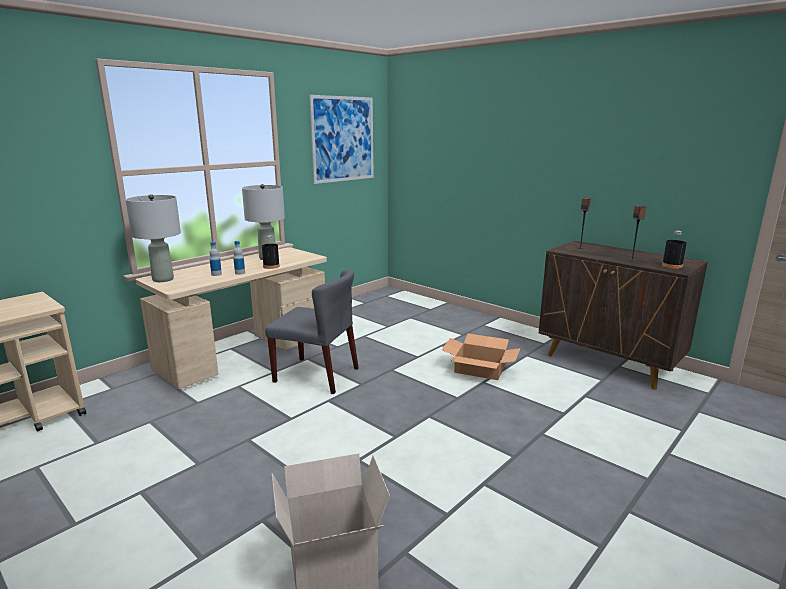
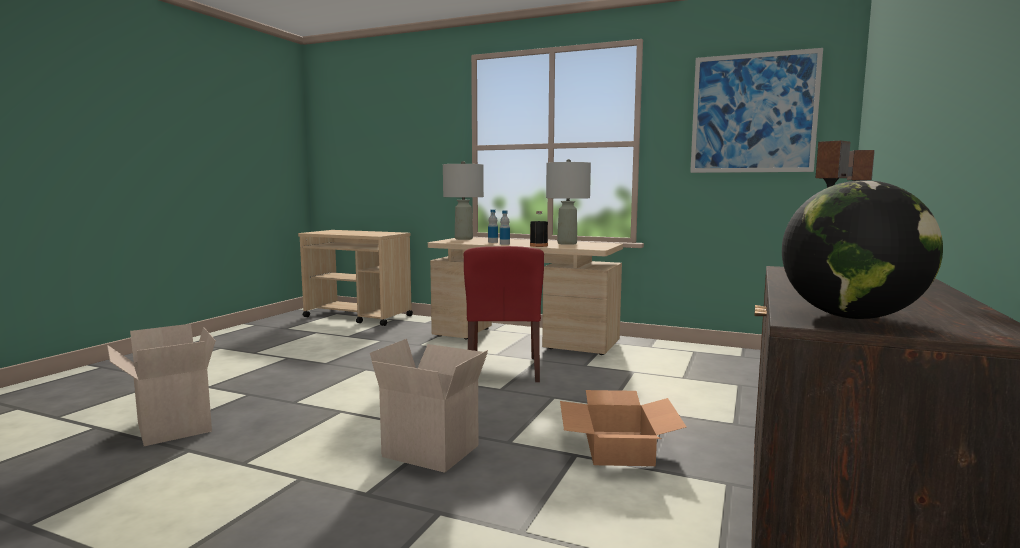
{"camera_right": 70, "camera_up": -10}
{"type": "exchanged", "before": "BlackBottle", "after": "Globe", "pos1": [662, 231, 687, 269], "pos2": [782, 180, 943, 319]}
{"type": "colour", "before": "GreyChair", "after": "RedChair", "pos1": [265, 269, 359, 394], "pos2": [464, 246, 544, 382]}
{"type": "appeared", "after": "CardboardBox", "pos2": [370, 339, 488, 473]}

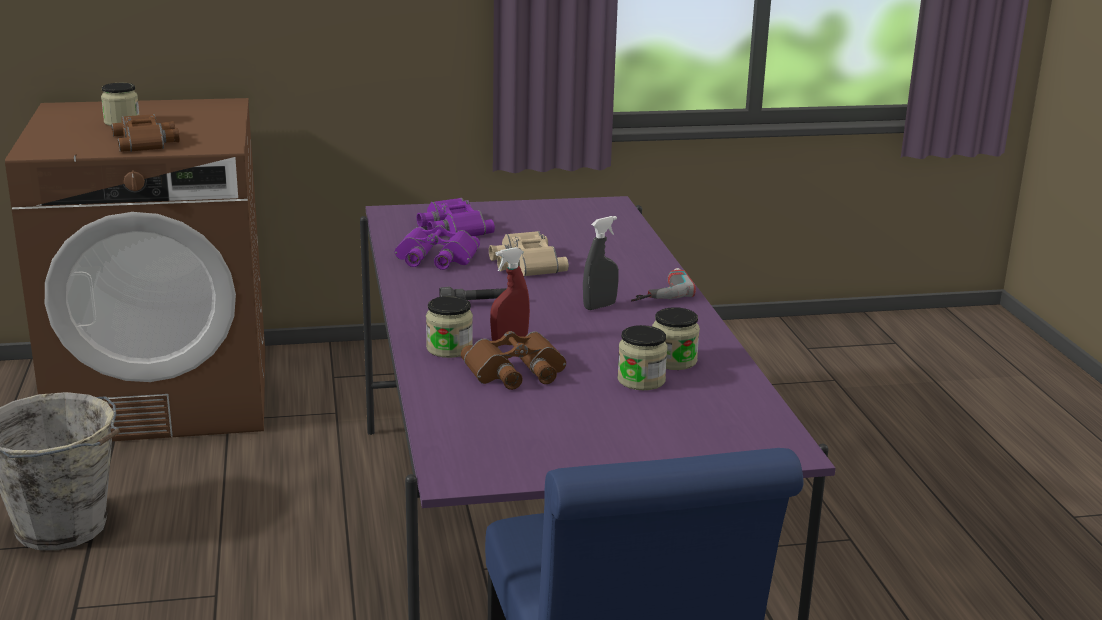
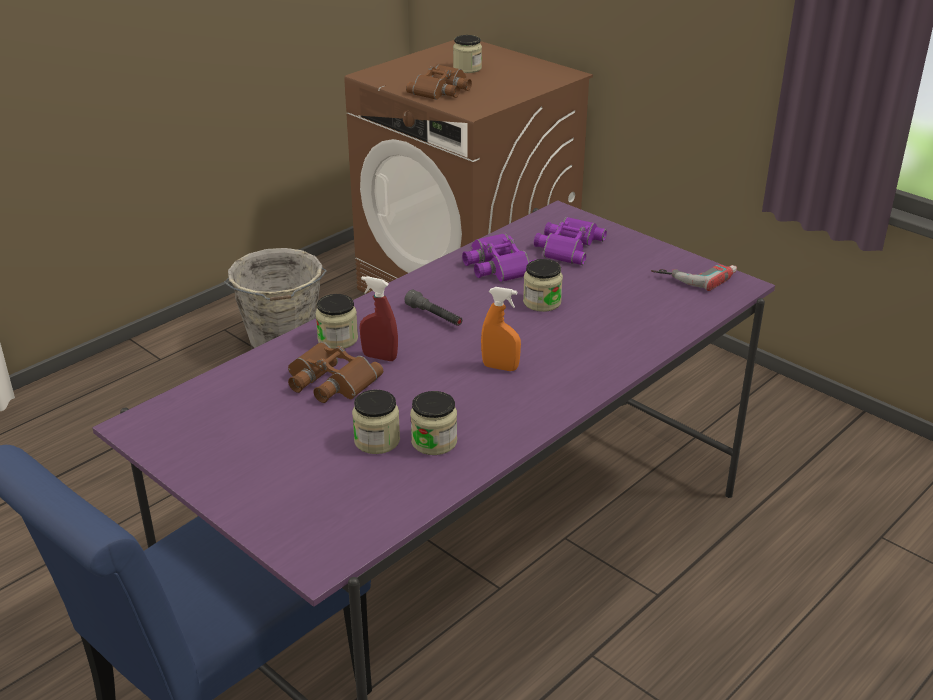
{"camera_right": 55, "camera_up": 10}
{"type": "colour", "before": "GreySprayBottle", "after": "OrangeSprayBottle", "pos1": [583, 216, 619, 310], "pos2": [481, 287, 521, 371]}
{"type": "exchanged", "before": "BeigeBinoculars", "after": "Jar", "pos1": [489, 231, 569, 276], "pos2": [523, 259, 563, 312]}
{"type": "relocated", "before": "PowerDrill", "pos1": [631, 268, 696, 301], "pos2": [651, 264, 737, 291]}

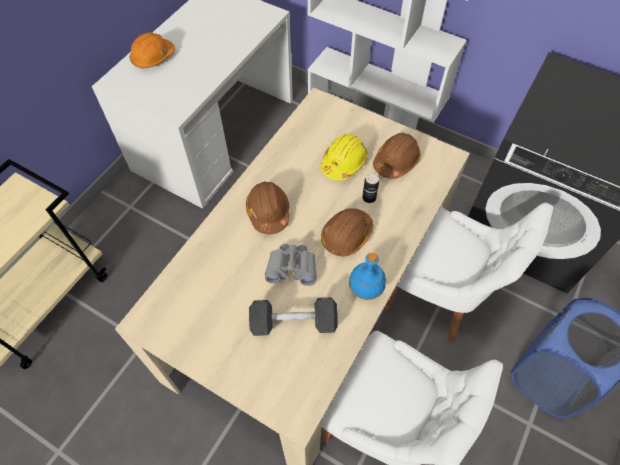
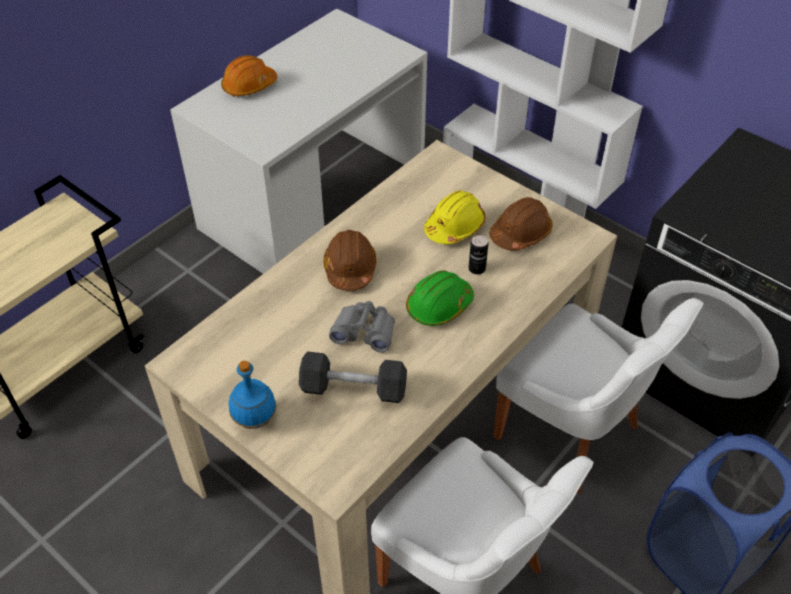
{"camera_right": 10, "camera_up": -10}
{"type": "colour", "before": "BrownHardHat", "after": "GreenHardHat", "pos1": [321, 208, 373, 256], "pos2": [406, 270, 474, 326]}
{"type": "relocated", "before": "BlueBottle", "pos1": [349, 253, 386, 300], "pos2": [229, 361, 276, 429]}

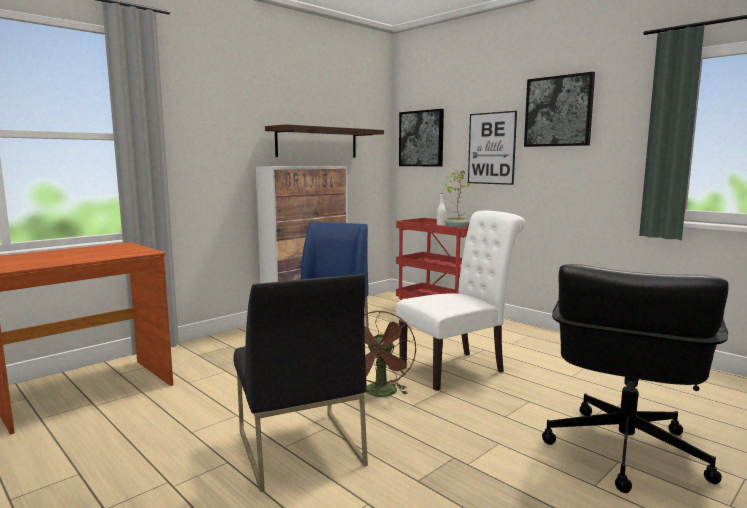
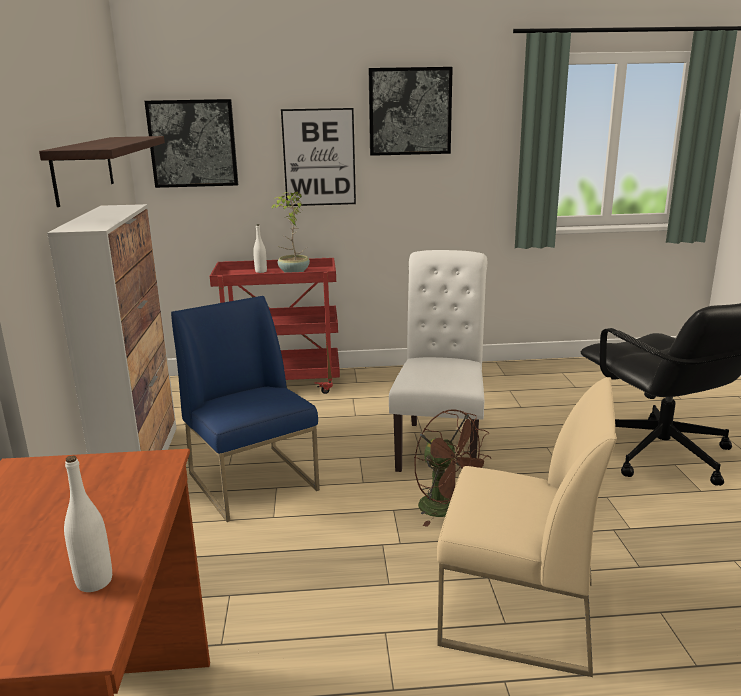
{"camera_right": -50, "camera_up": 10}
{"type": "colour", "before": "BlackChair", "after": "BeigeChair", "pos1": [233, 274, 368, 492], "pos2": [437, 377, 617, 677]}
{"type": "appeared", "after": "WhiteBottle", "pos2": [64, 456, 112, 592]}

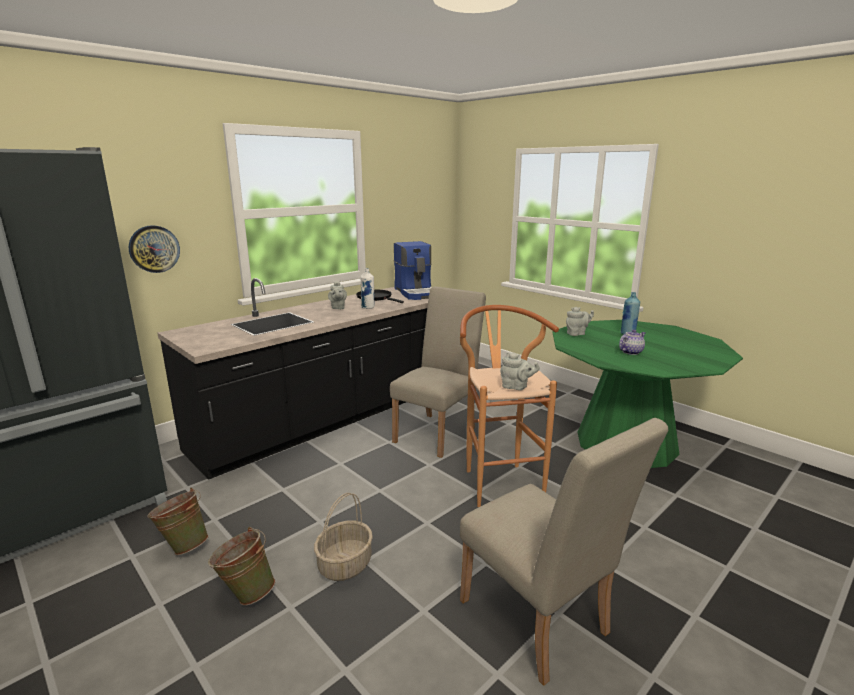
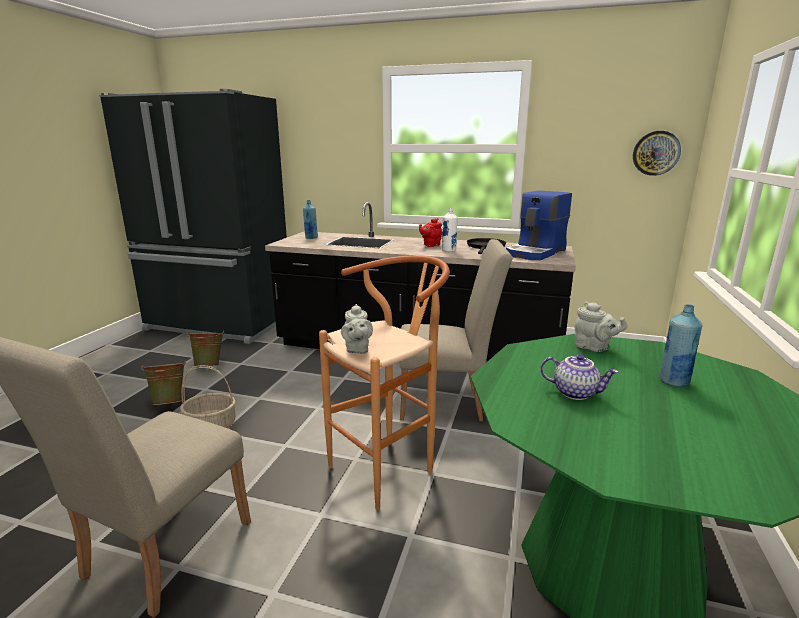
{"camera_right": 60, "camera_up": 0}
{"type": "relocated", "before": "WallClock", "pos1": [129, 225, 180, 273], "pos2": [633, 131, 681, 176]}
{"type": "colour", "before": "GreyTeapot", "after": "RedTeapot", "pos1": [328, 281, 347, 309], "pos2": [419, 218, 442, 247]}
{"type": "appeared", "after": "BlueBottle", "pos2": [303, 200, 318, 239]}

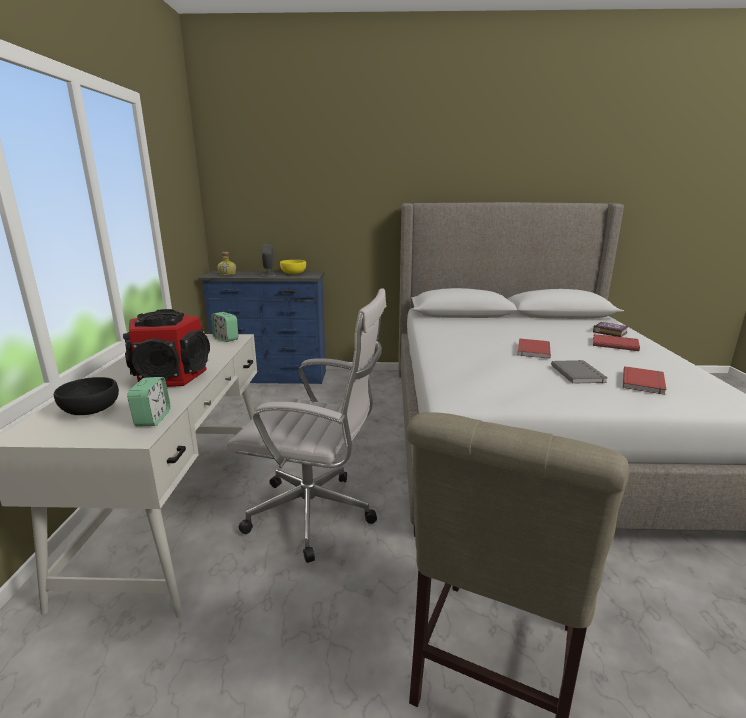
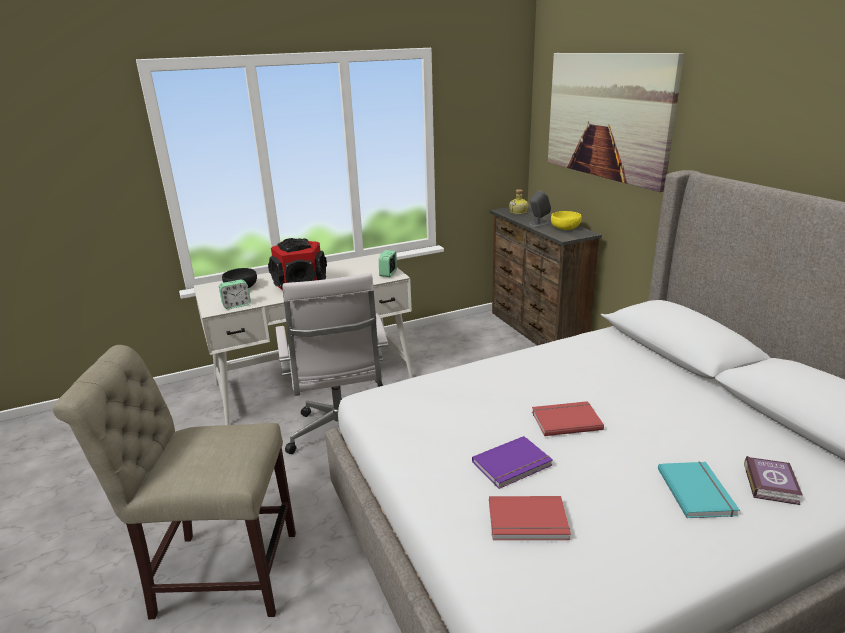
{"camera_right": 65, "camera_up": 5}
{"type": "colour", "before": "BlueDresser", "after": "BrownDresser", "pos1": [198, 271, 326, 384], "pos2": [490, 206, 602, 346]}
{"type": "colour", "before": "RedBook", "after": "TurquoiseBook", "pos1": [593, 334, 640, 351], "pos2": [658, 462, 740, 518]}
{"type": "colour", "before": "GreyBook", "after": "PurpleBook", "pos1": [551, 360, 608, 383], "pos2": [472, 436, 553, 489]}
{"type": "appeared", "after": "Picture", "pos2": [548, 53, 684, 192]}

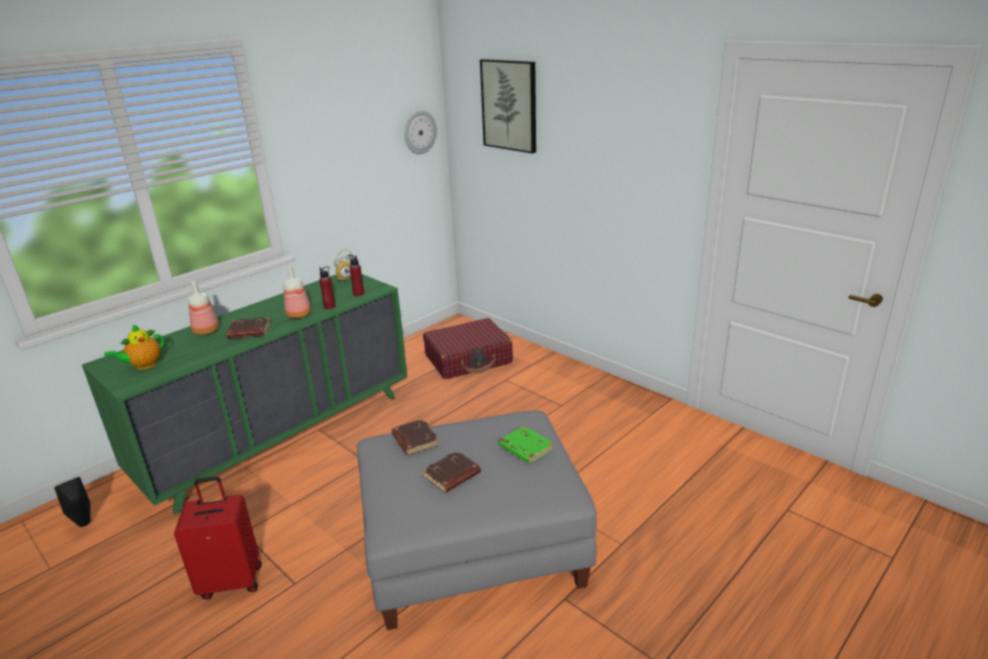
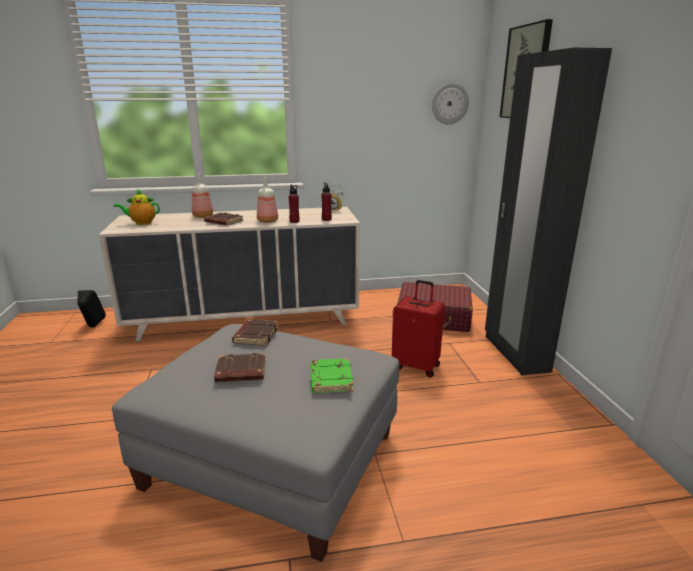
{"camera_right": 35, "camera_up": -5}
{"type": "colour", "before": "GreenDresser", "after": "BeigeDresser", "pos1": [82, 274, 408, 515], "pos2": [99, 207, 360, 341]}
{"type": "relocated", "before": "RedSuitcase", "pos1": [174, 476, 262, 599], "pos2": [392, 280, 445, 378]}
{"type": "appeared", "after": "BlackWardrobe", "pos2": [485, 48, 612, 375]}

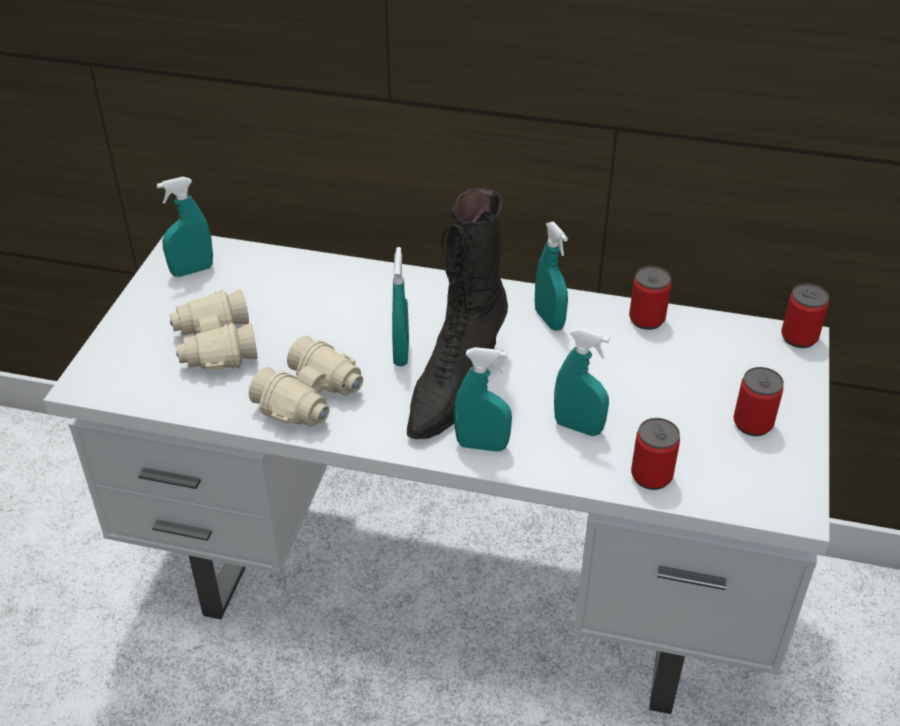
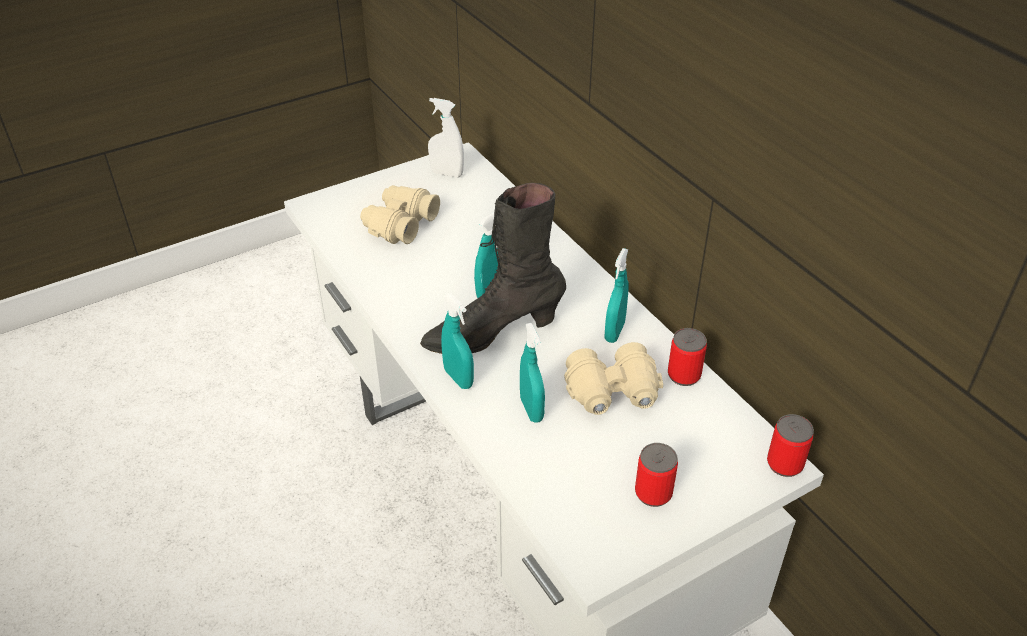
{"camera_right": 45, "camera_up": 0}
{"type": "colour", "before": "TurquoiseSprayBottle", "after": "WhiteSprayBottle", "pos1": [157, 177, 213, 277], "pos2": [428, 98, 464, 178]}
{"type": "relocated", "before": "BeigeBinoculars", "pos1": [249, 336, 363, 427], "pos2": [564, 342, 663, 415]}
{"type": "missing", "before": "Can", "pos1": [631, 418, 680, 490]}

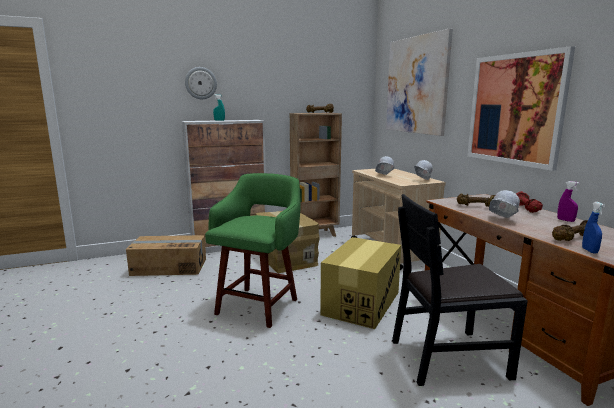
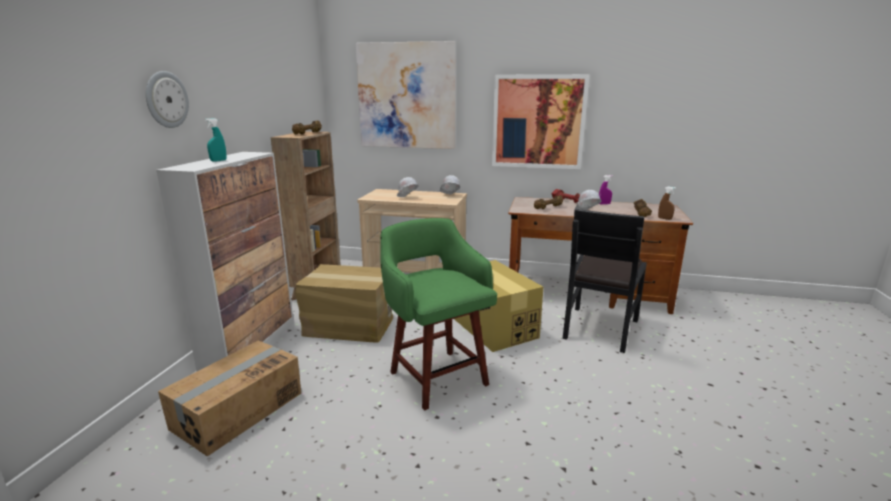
{"camera_right": -55, "camera_up": 5}
{"type": "colour", "before": "BlueSprayBottle", "after": "BrownSprayBottle", "pos1": [582, 202, 605, 253], "pos2": [658, 186, 676, 220]}

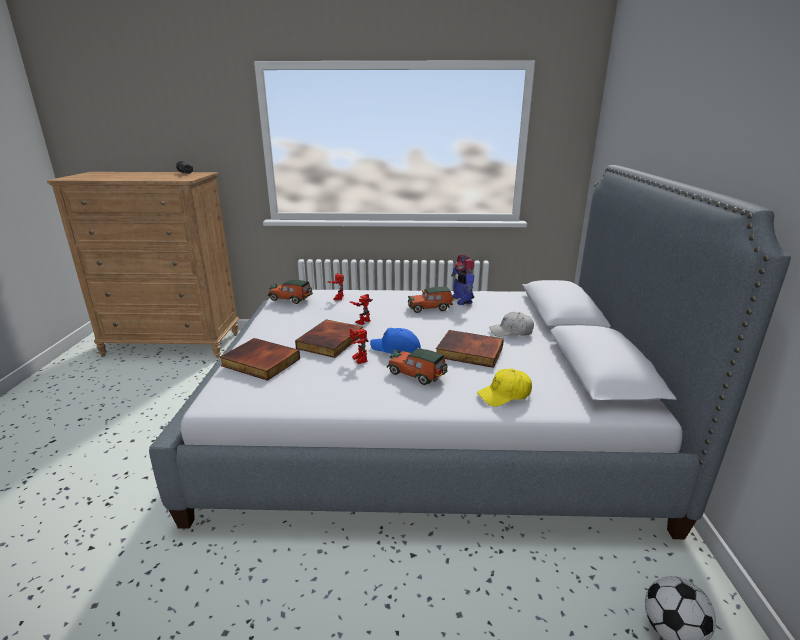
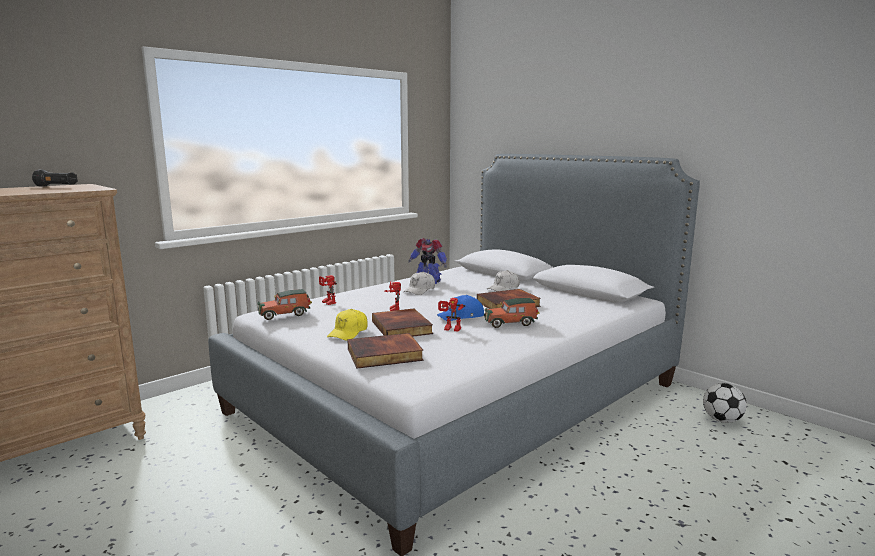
{"camera_right": -45, "camera_up": -10}
{"type": "exchanged", "before": "ToyCar", "after": "WhiteCap", "pos1": [408, 286, 454, 313], "pos2": [403, 272, 435, 295]}
{"type": "relocated", "before": "YellowCap", "pos1": [477, 369, 532, 407], "pos2": [327, 309, 368, 341]}

